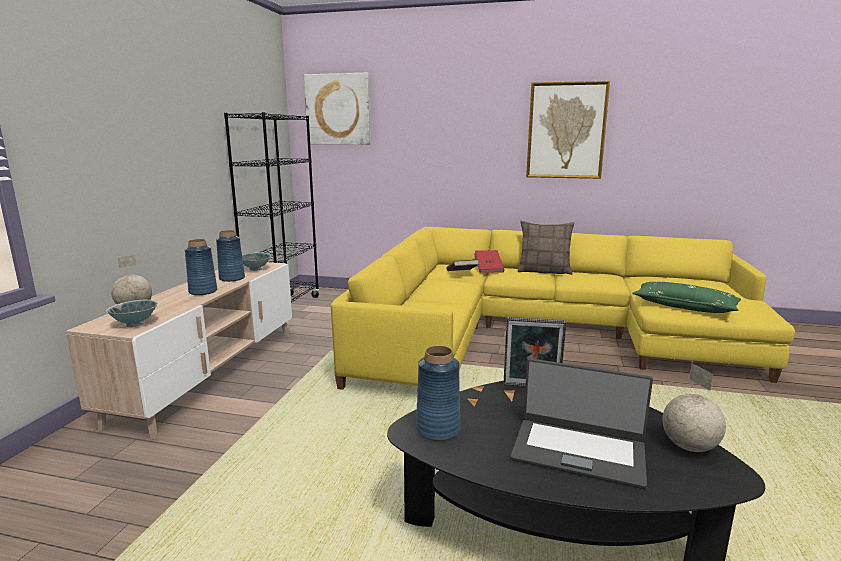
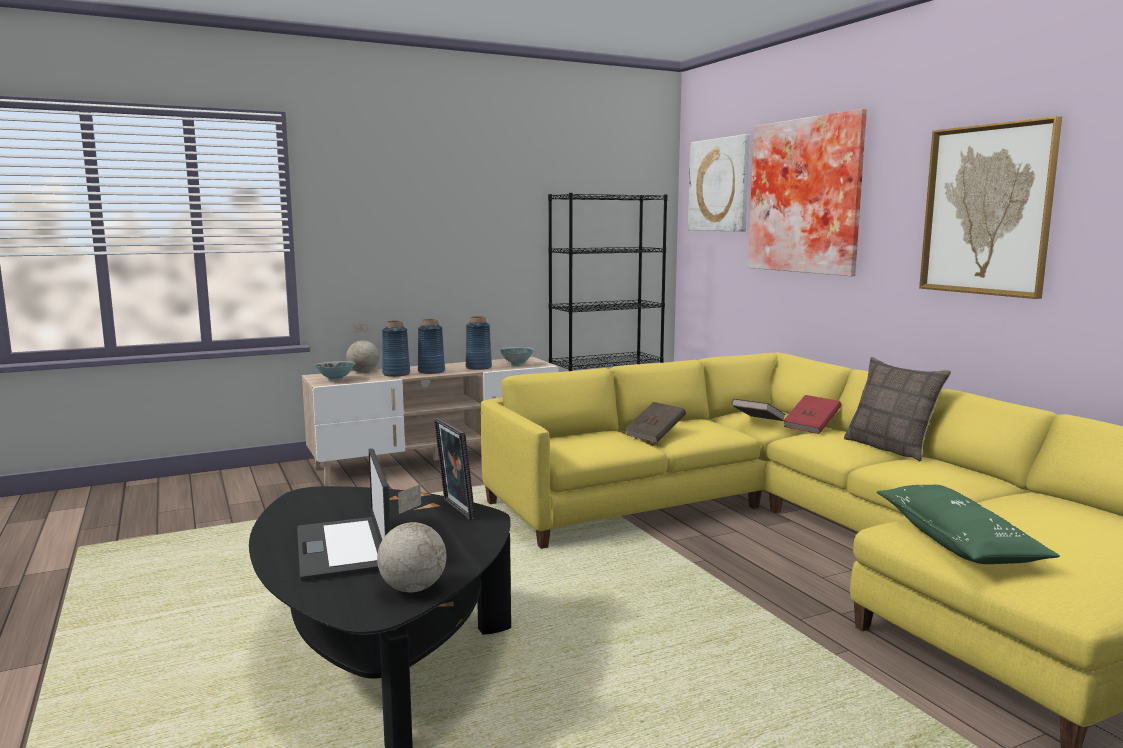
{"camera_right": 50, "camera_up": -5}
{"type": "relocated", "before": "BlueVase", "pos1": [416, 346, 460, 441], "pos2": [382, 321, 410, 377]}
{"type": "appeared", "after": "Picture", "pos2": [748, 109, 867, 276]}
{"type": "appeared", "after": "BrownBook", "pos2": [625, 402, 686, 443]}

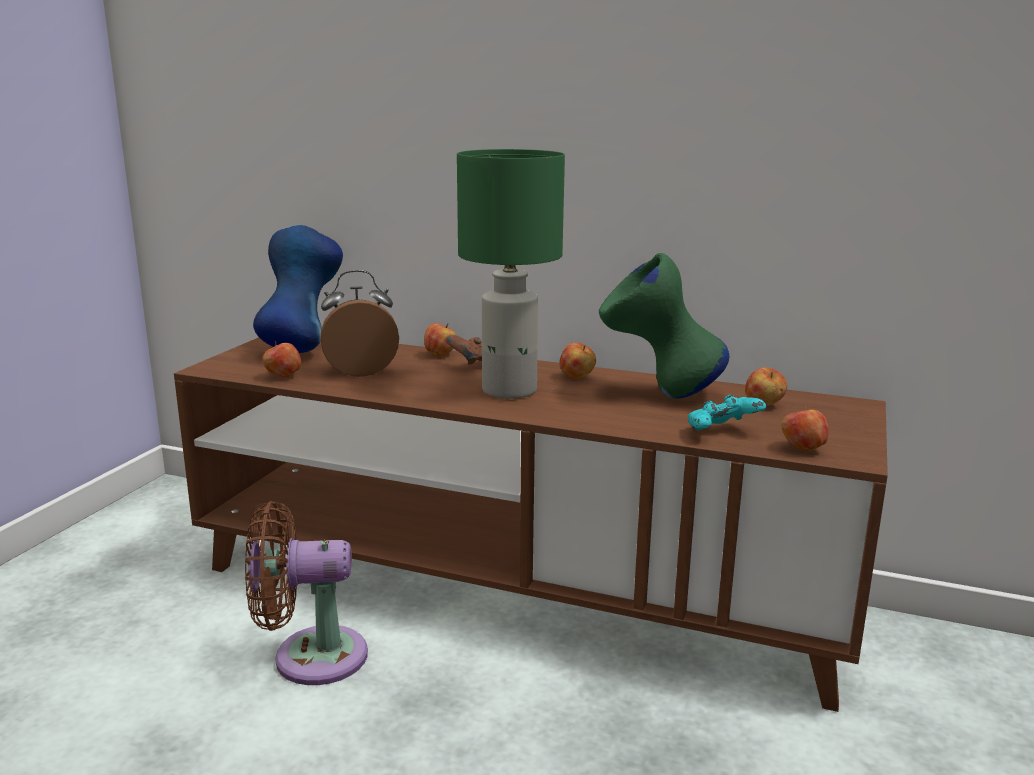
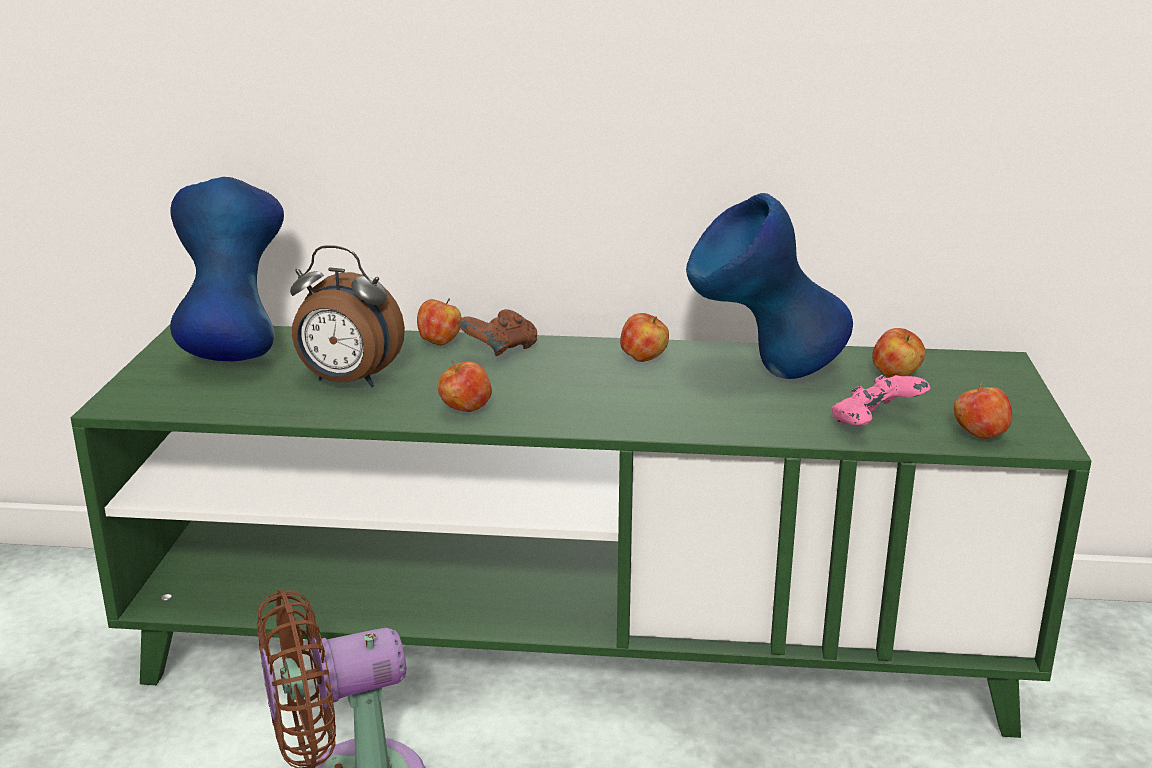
{"camera_right": -15, "camera_up": 5}
{"type": "missing", "before": "GreenTableLamp", "pos1": [457, 149, 565, 399]}
{"type": "colour", "before": "GreenVase", "after": "BlueVase", "pos1": [599, 253, 729, 399], "pos2": [686, 193, 853, 379]}
{"type": "spun", "before": "AlarmClock", "pos1": [320, 270, 399, 377], "pos2": [290, 245, 405, 387], "turn": -135}
{"type": "colour", "before": "BrownTvStand", "after": "GreenTvStand", "pos1": [174, 337, 888, 712], "pos2": [71, 325, 1092, 738]}
{"type": "relocated", "before": "Apple", "pos1": [262, 341, 301, 378], "pos2": [438, 361, 492, 412]}
{"type": "colour", "before": "TurquoiseGameController", "after": "PinkGameController", "pos1": [688, 395, 767, 430], "pos2": [832, 375, 931, 425]}

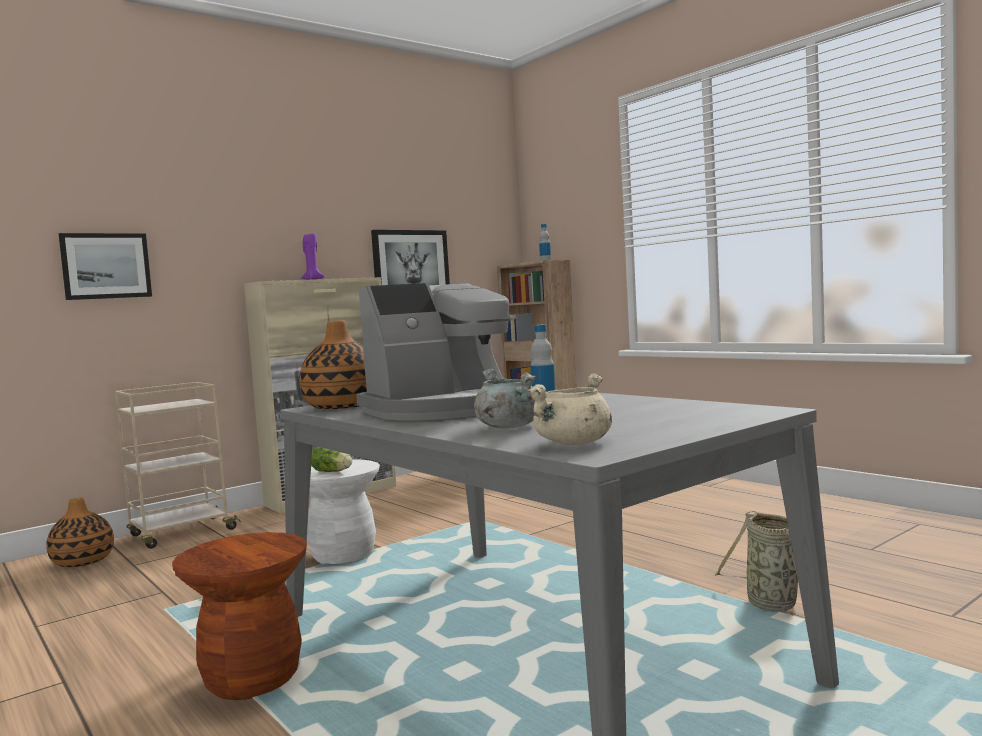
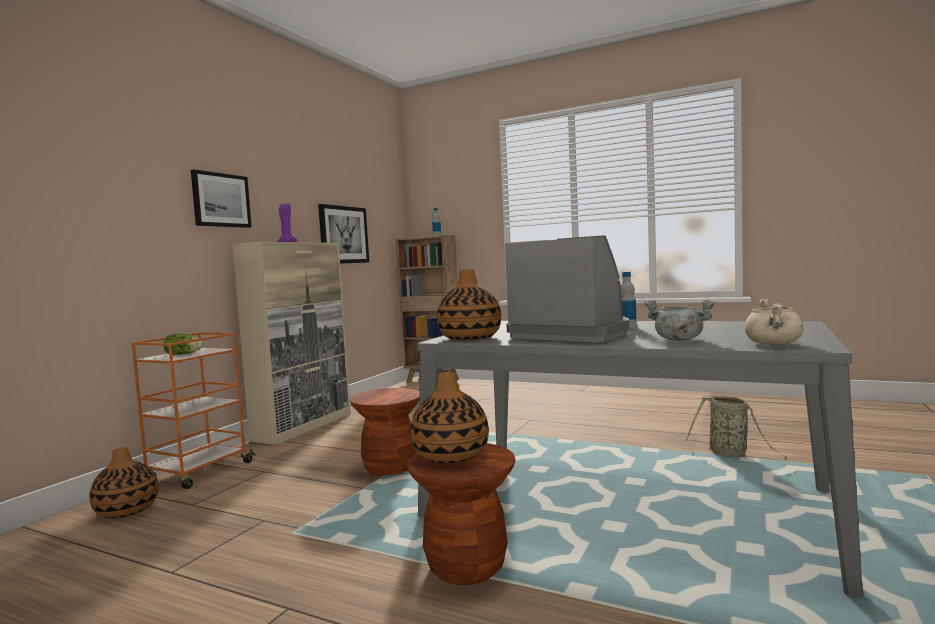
{"camera_right": -25, "camera_up": 0}
{"type": "relocated", "before": "Picture", "pos1": [59, 233, 152, 300], "pos2": [191, 170, 252, 228]}
{"type": "spun", "before": "CoffeeMachine", "pos1": [356, 283, 514, 421], "pos2": [505, 235, 629, 343], "turn": -90}
{"type": "colour", "before": "BeigeCart", "after": "OrangeCart", "pos1": [115, 382, 241, 549], "pos2": [132, 332, 256, 489]}
{"type": "relocated", "before": "Lettuce", "pos1": [311, 446, 352, 472], "pos2": [163, 334, 203, 355]}
{"type": "colour", "before": "WhiteStool", "after": "BrownStool", "pos1": [307, 459, 380, 564], "pos2": [350, 388, 420, 476]}
{"type": "appeared", "after": "Vase", "pos2": [411, 372, 489, 464]}

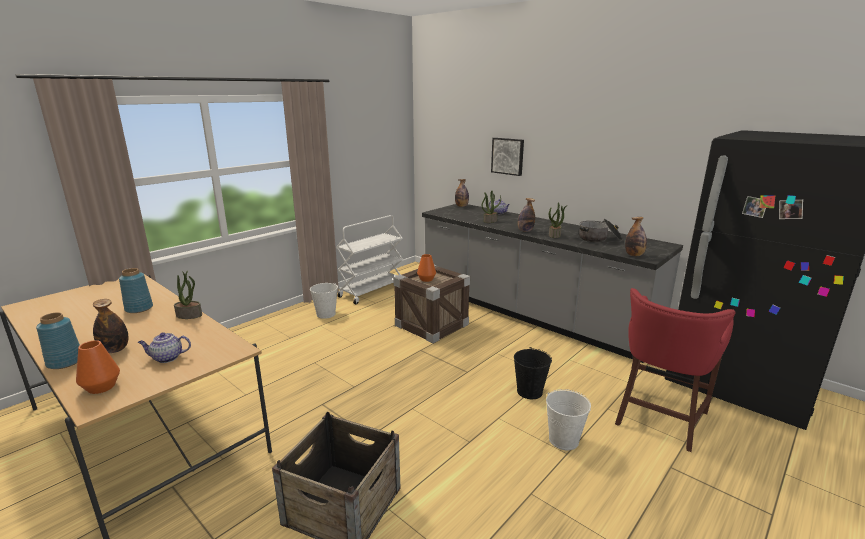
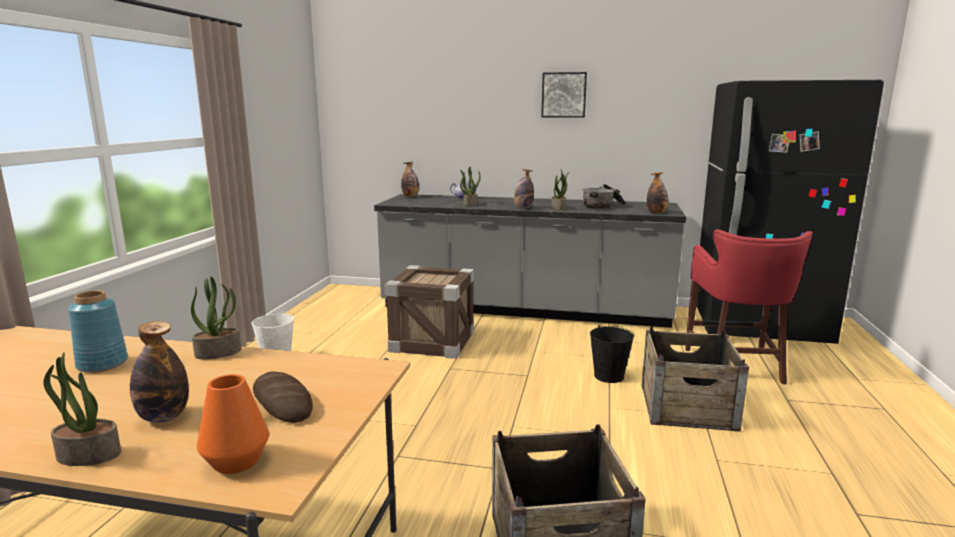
{"camera_right": -30, "camera_up": -5}
{"type": "relocated", "before": "Picture", "pos1": [491, 138, 524, 176], "pos2": [541, 72, 587, 118]}
{"type": "missing", "before": "WhiteCart", "pos1": [336, 215, 403, 304]}
{"type": "missing", "before": "OrangeVase", "pos1": [417, 254, 436, 282]}
{"type": "exchanged", "before": "BlueVase", "after": "PottedPlant", "pos1": [36, 312, 80, 369], "pos2": [43, 352, 121, 466]}
{"type": "exchanged", "before": "Teapot", "after": "Bread", "pos1": [138, 332, 191, 363], "pos2": [253, 371, 313, 423]}
{"type": "exchanged", "before": "WhiteBucket", "after": "Crate", "pos1": [546, 389, 591, 450], "pos2": [642, 326, 749, 432]}

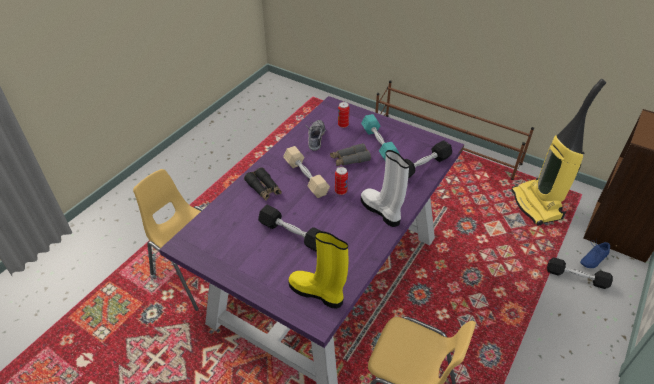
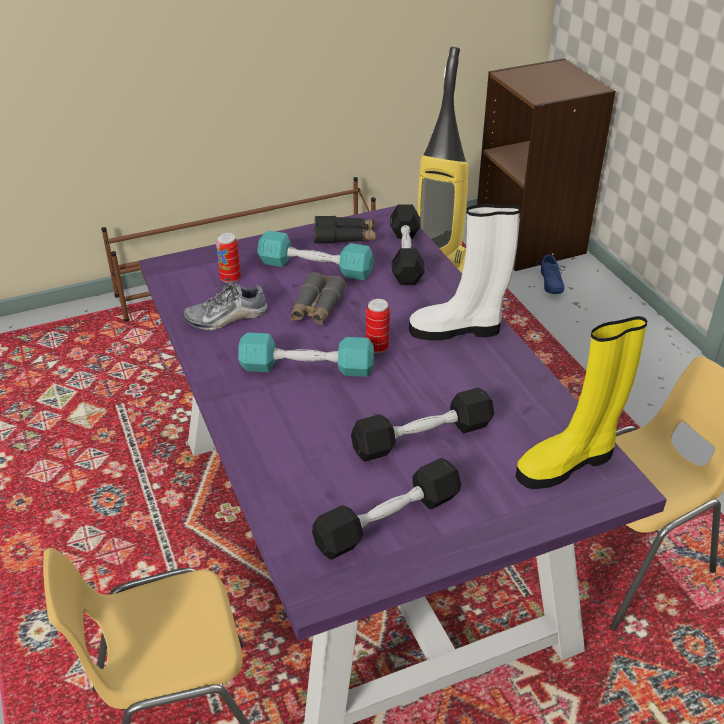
{"camera_right": -55, "camera_up": -5}
{"type": "spun", "before": "Shoe", "pos1": [305, 120, 328, 151], "pos2": [183, 278, 268, 331], "turn": -60}
{"type": "colour", "before": "BeigeDumbbell", "after": "TurquoiseDumbbell", "pos1": [283, 146, 330, 198], "pos2": [238, 333, 374, 377]}
{"type": "relocated", "before": "BlackBinoculars", "pos1": [244, 167, 282, 201], "pos2": [314, 216, 375, 244]}
{"type": "relocated", "before": "BlackDumbbell", "pos1": [547, 257, 613, 289], "pos2": [312, 458, 461, 560]}

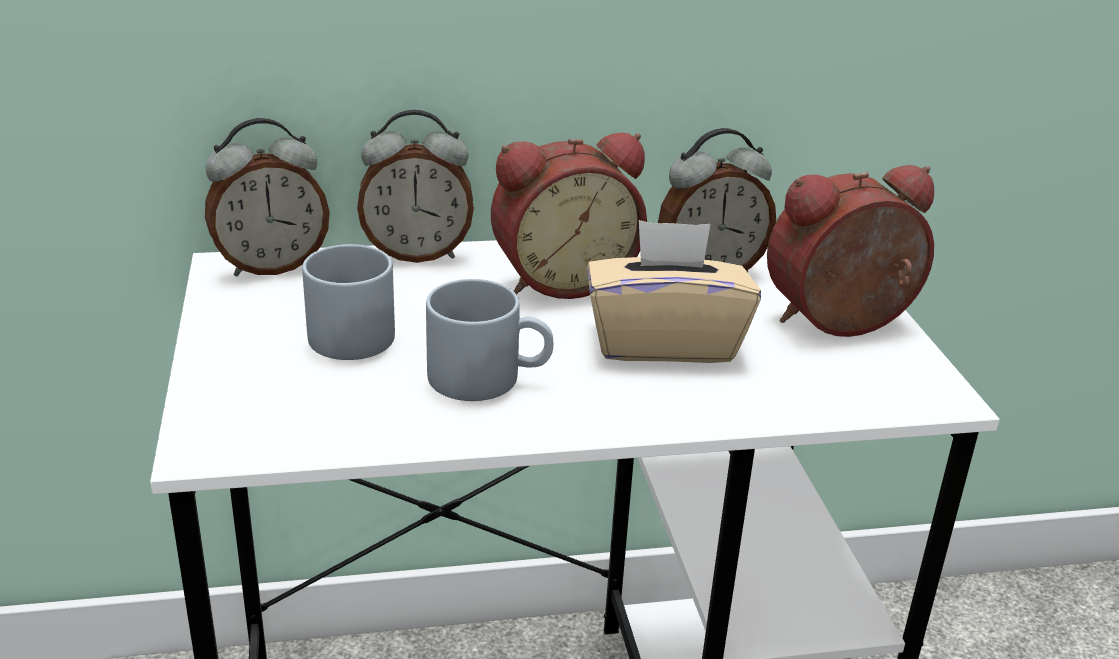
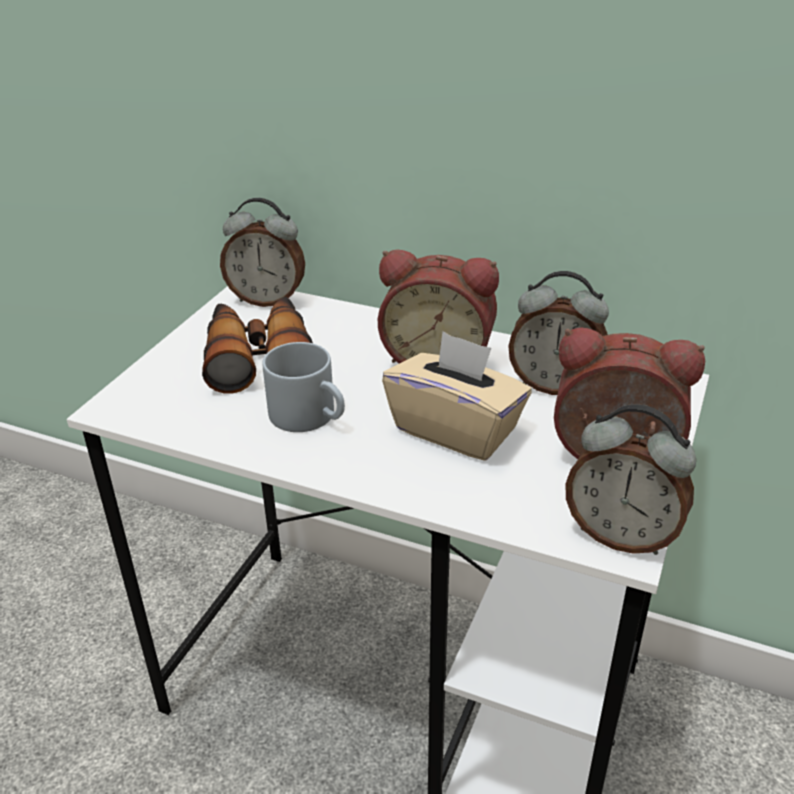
{"camera_right": 35, "camera_up": 5}
{"type": "relocated", "before": "AlarmClock", "pos1": [357, 110, 474, 263], "pos2": [565, 404, 696, 555]}
{"type": "exchanged", "before": "GreyMug", "after": "Binoculars", "pos1": [302, 244, 395, 360], "pos2": [202, 297, 313, 394]}

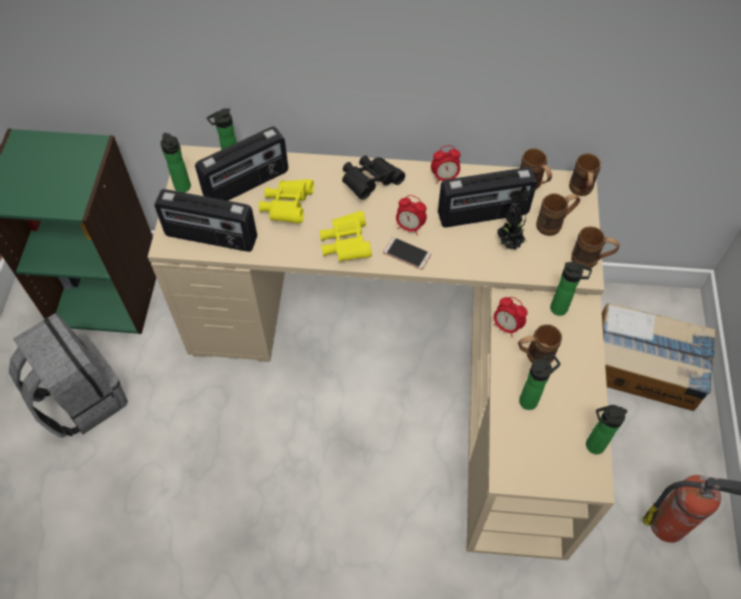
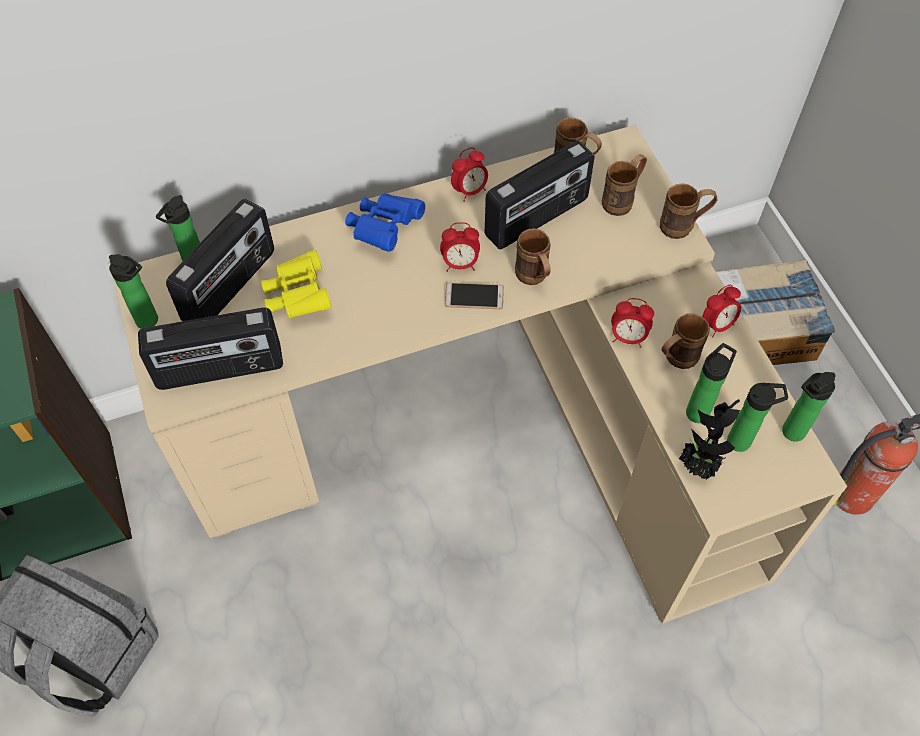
{"camera_right": -25, "camera_up": 0}
{"type": "relocated", "before": "BrownMug", "pos1": [569, 153, 601, 196], "pos2": [515, 228, 551, 285]}
{"type": "colour", "before": "BlackBinoculars", "after": "BlueBinoculars", "pos1": [342, 156, 405, 200], "pos2": [345, 194, 425, 252]}
{"type": "relocated", "before": "PottedPlant", "pos1": [497, 186, 536, 250], "pos2": [679, 399, 740, 479]}
{"type": "missing", "before": "YellowBinoculars", "pos1": [319, 211, 372, 261]}
{"type": "relocated", "before": "Bottle", "pos1": [550, 262, 592, 316], "pos2": [727, 383, 788, 452]}
{"type": "appeared", "after": "AlarmClock", "pos2": [702, 285, 741, 338]}

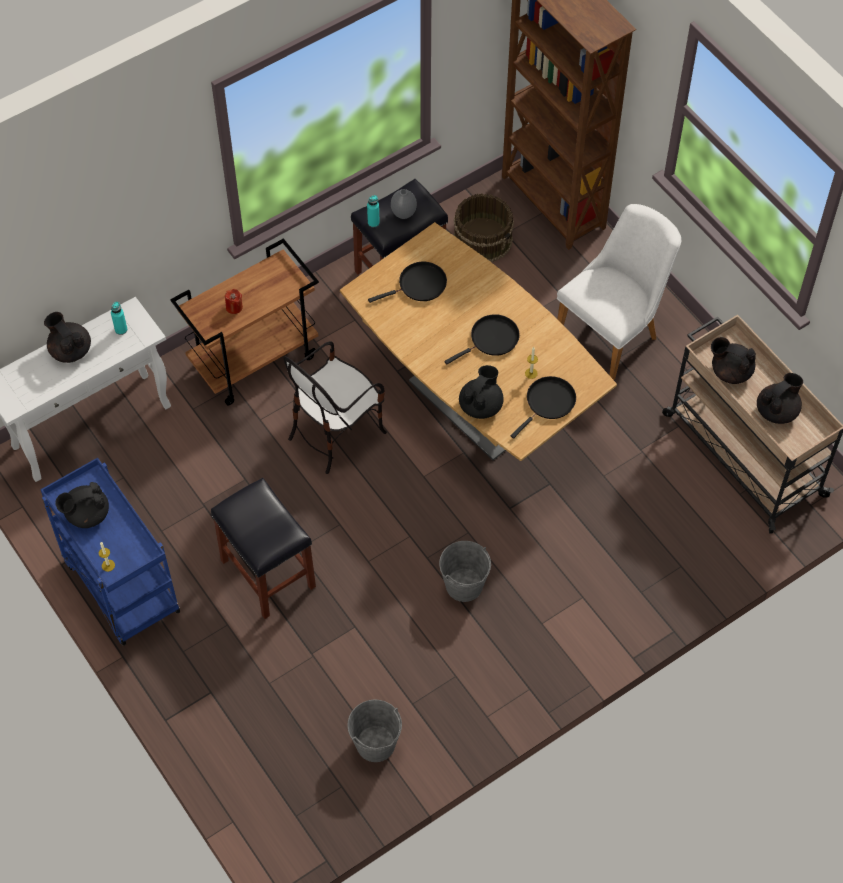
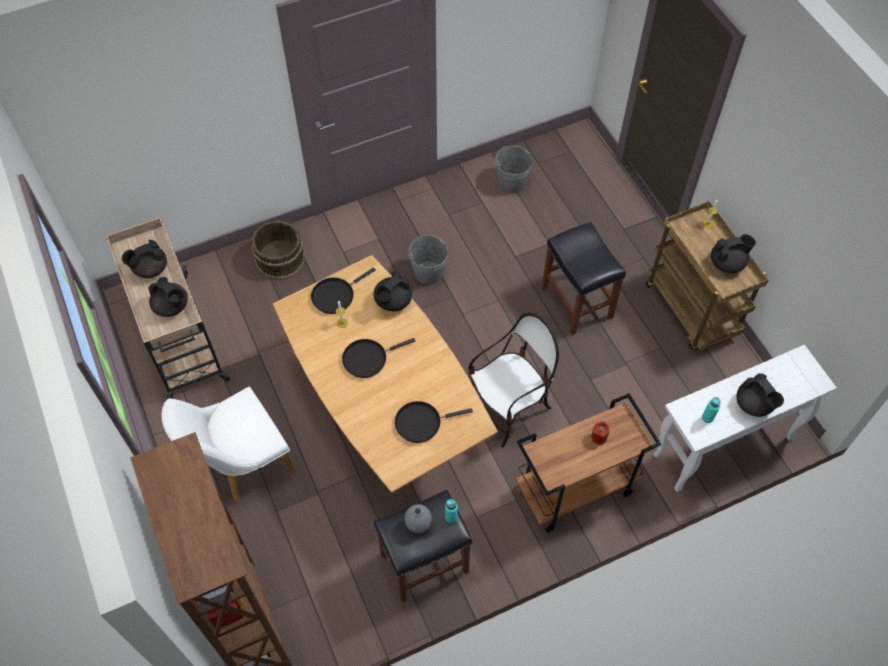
{"camera_right": -170, "camera_up": 0}
{"type": "relocated", "before": "BrownBucket", "pos1": [454, 194, 514, 262], "pos2": [251, 220, 305, 279]}
{"type": "colour", "before": "BlueCart", "after": "BrownCart", "pos1": [40, 458, 180, 646], "pos2": [646, 201, 768, 351]}

